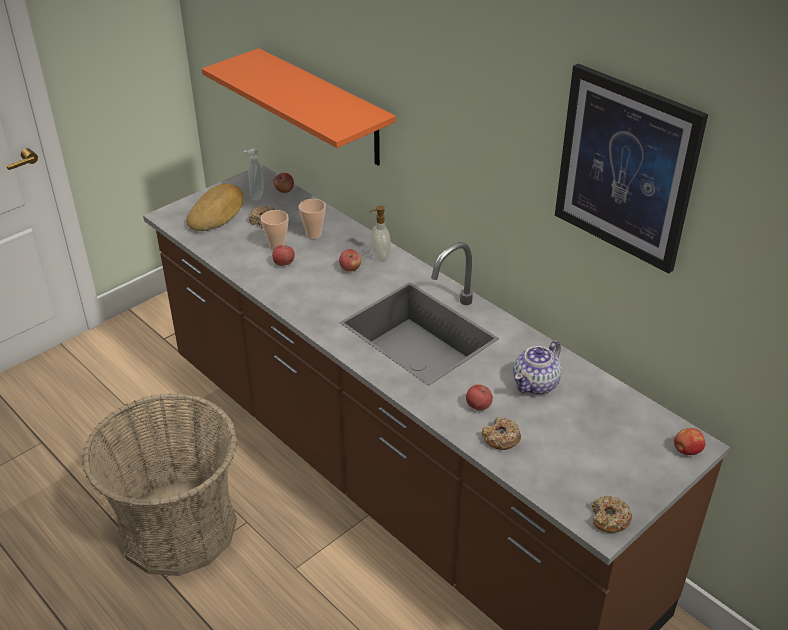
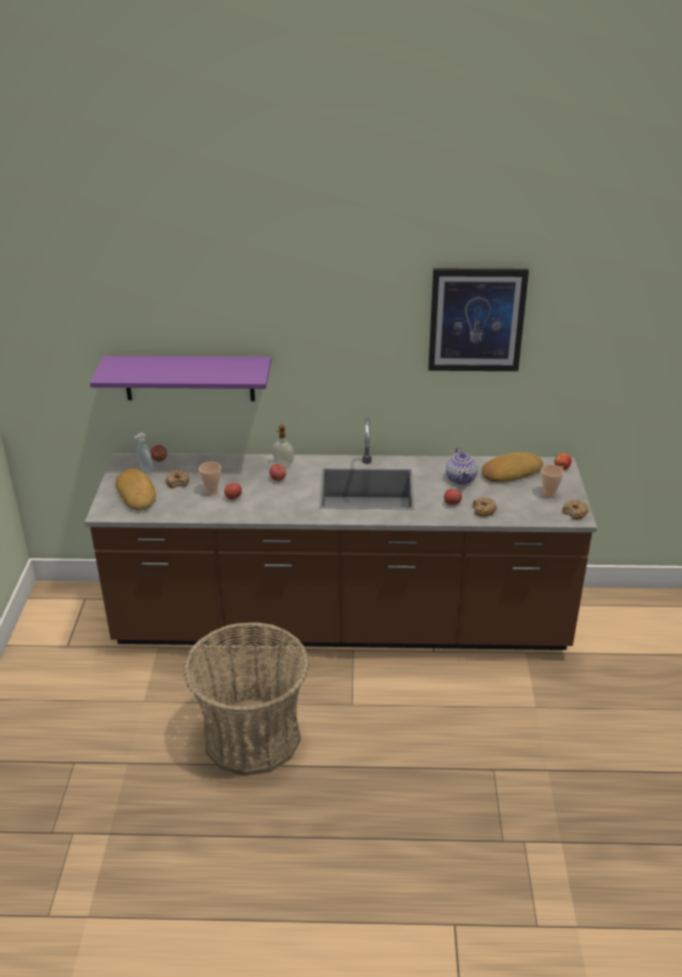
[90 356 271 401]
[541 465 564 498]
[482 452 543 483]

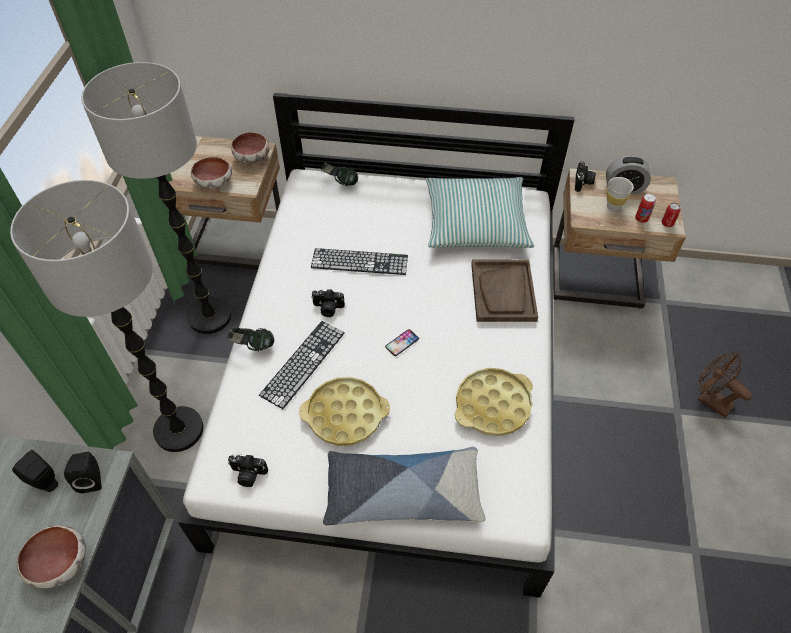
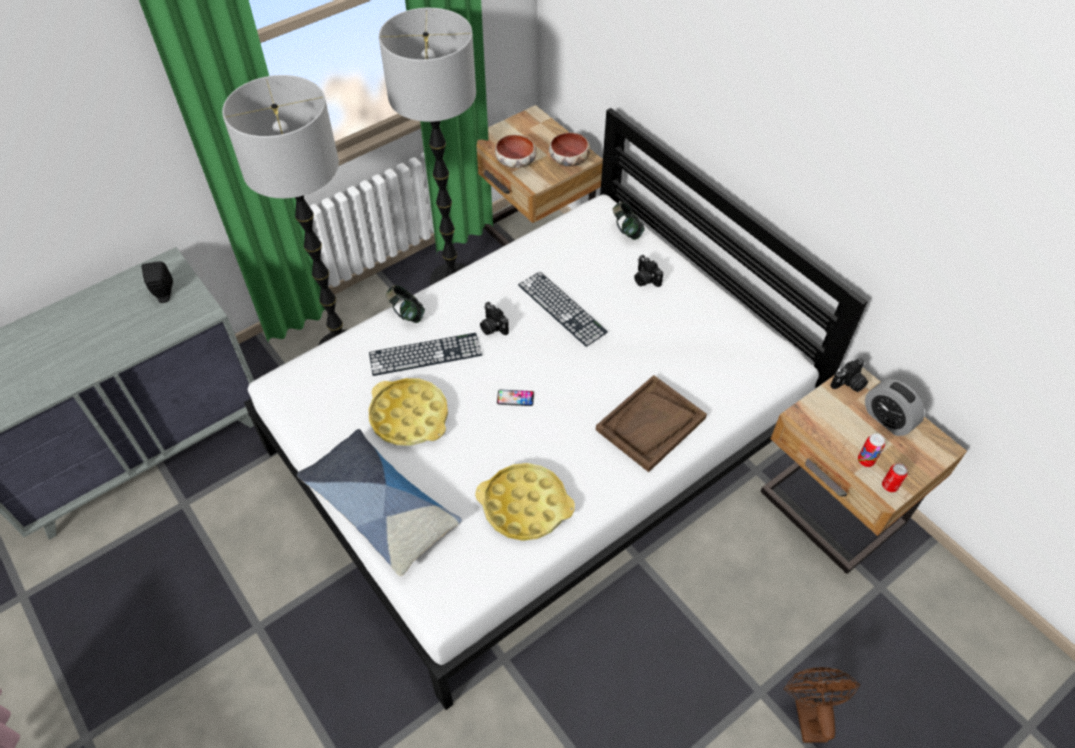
[17 525 86 589] (first image)
[64 452 102 493] (first image)
[634 255 663 287]
[426 177 535 248] (first image)
[607 177 634 212] (first image)

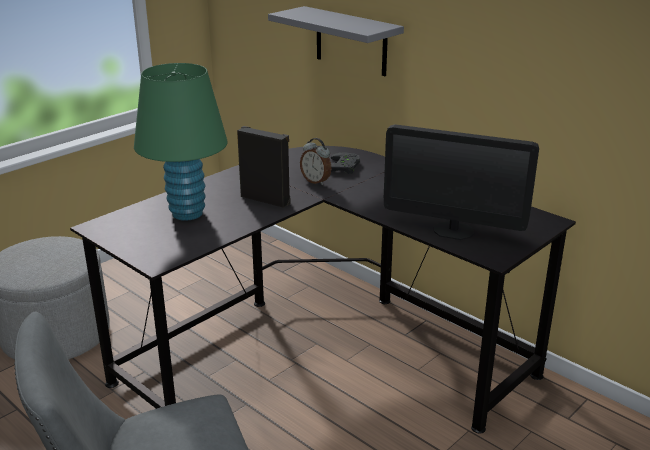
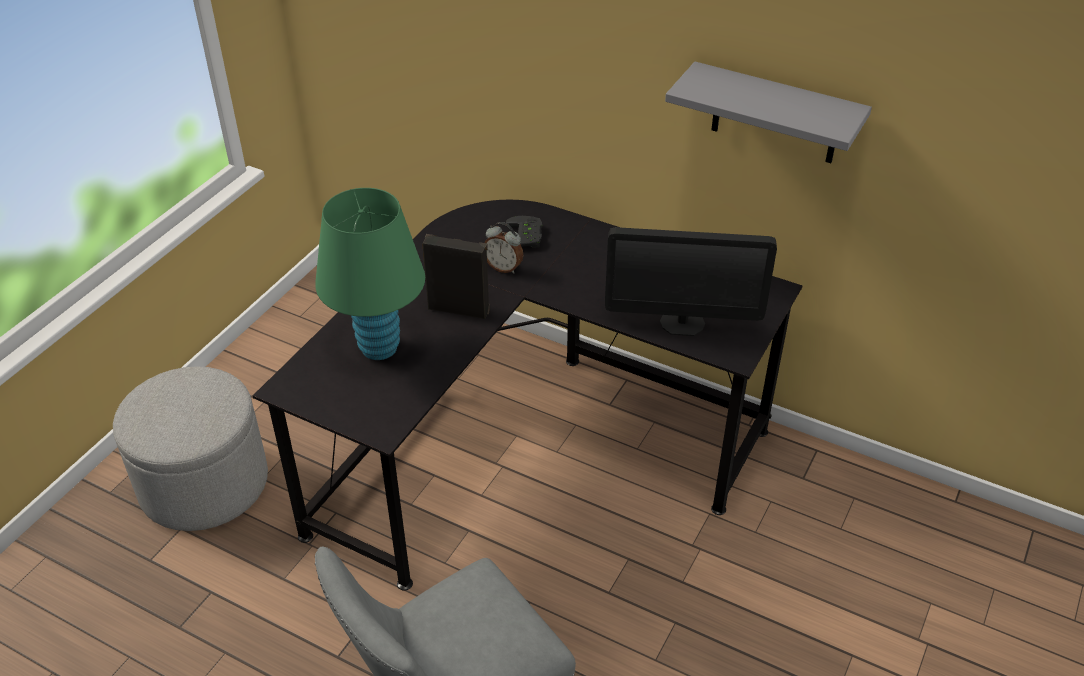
[665 62 872 163]

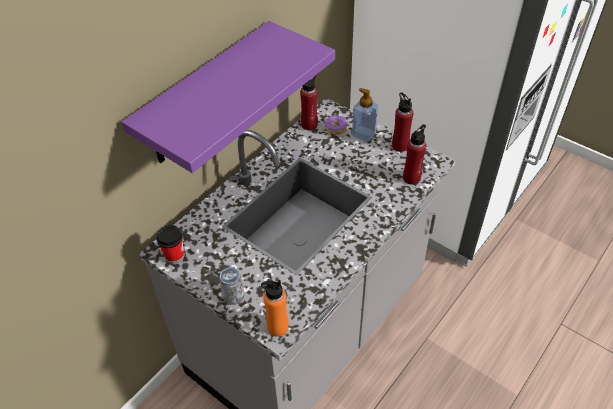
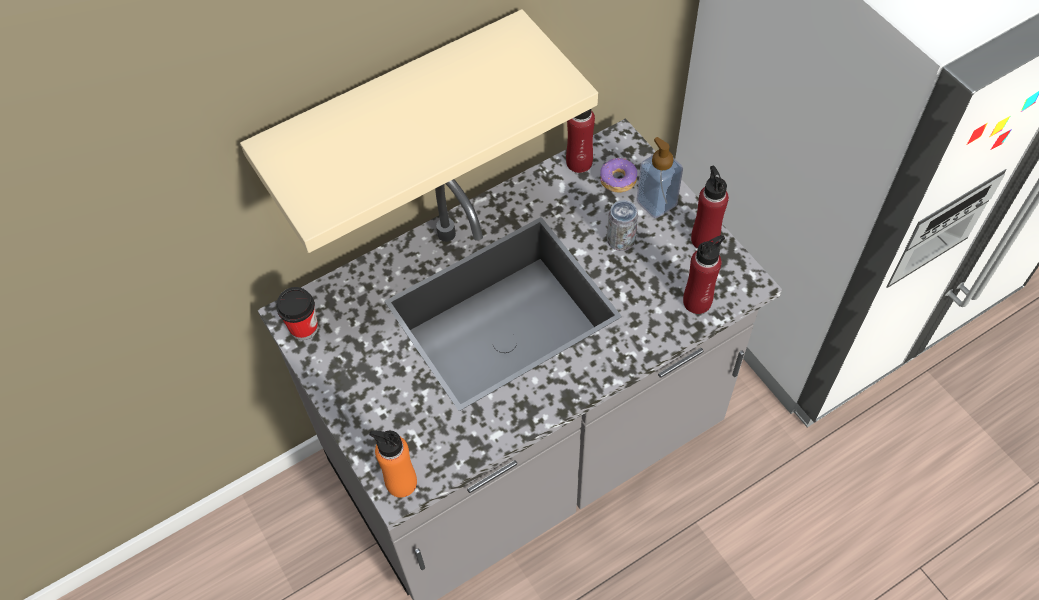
[240 9 598 253]
[607 200 638 251]

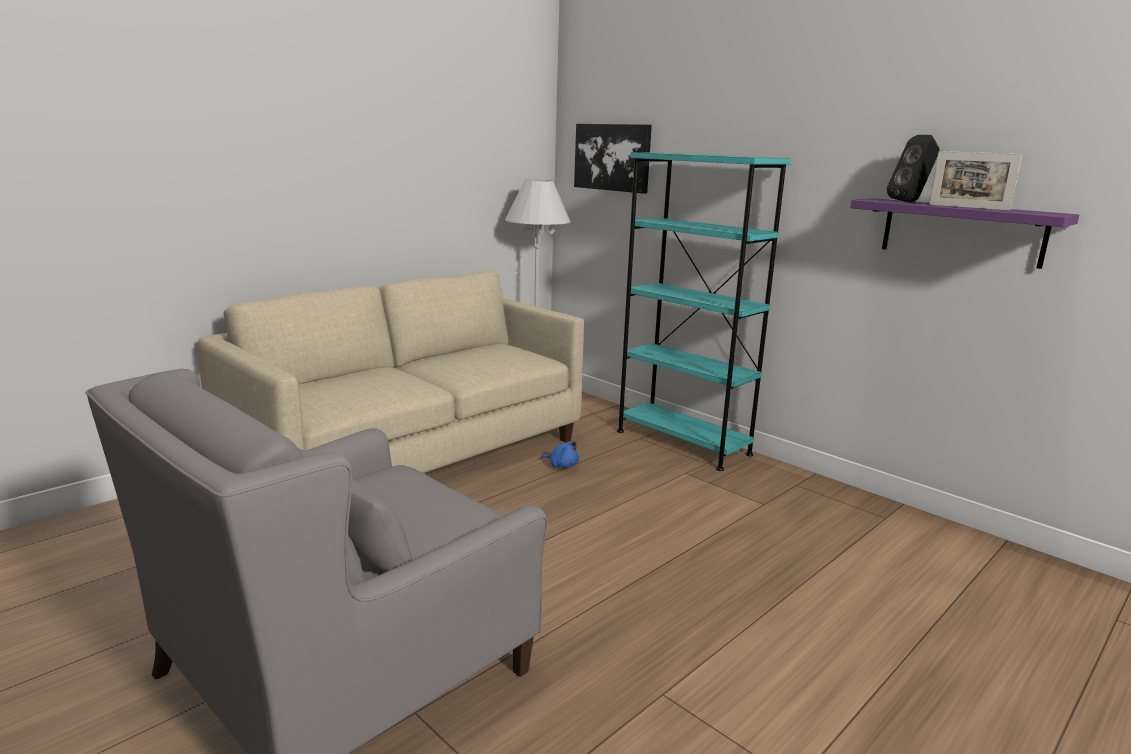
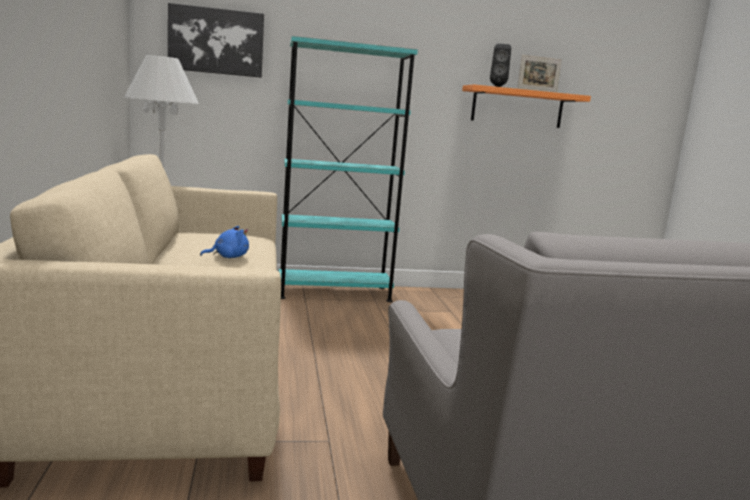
[200 226 249 258]
[462 84 591 128]

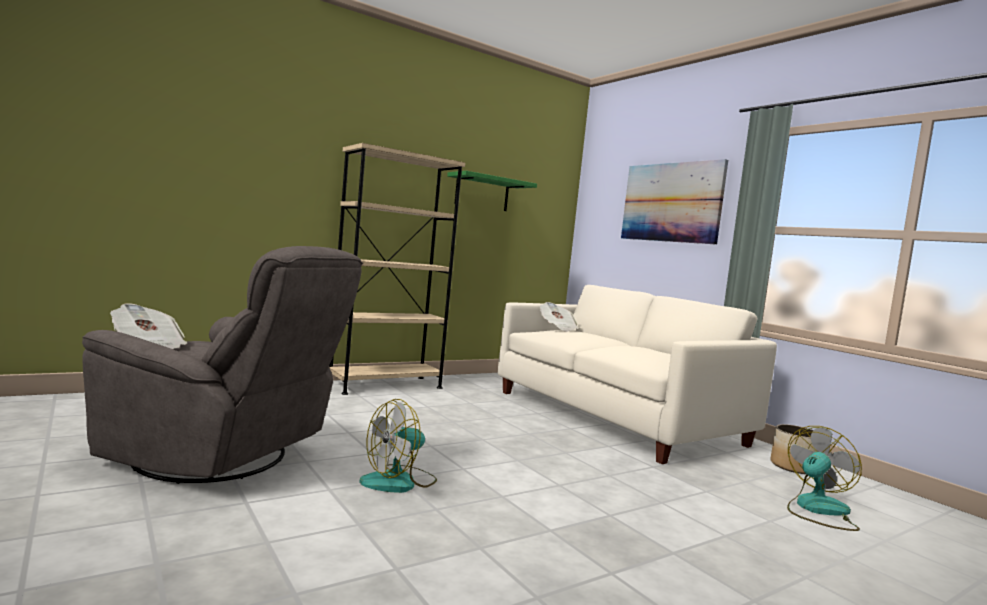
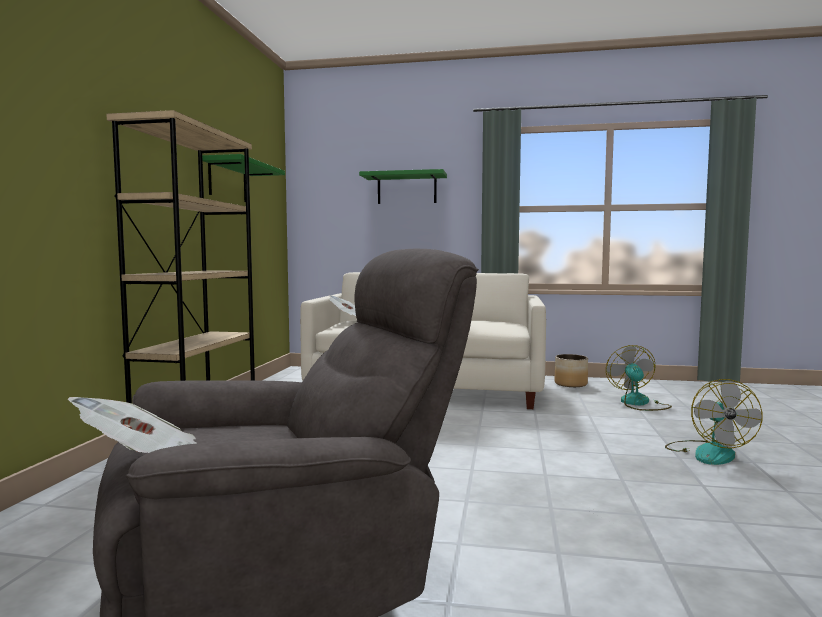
[665 379 763 465]
[359 169 447 204]

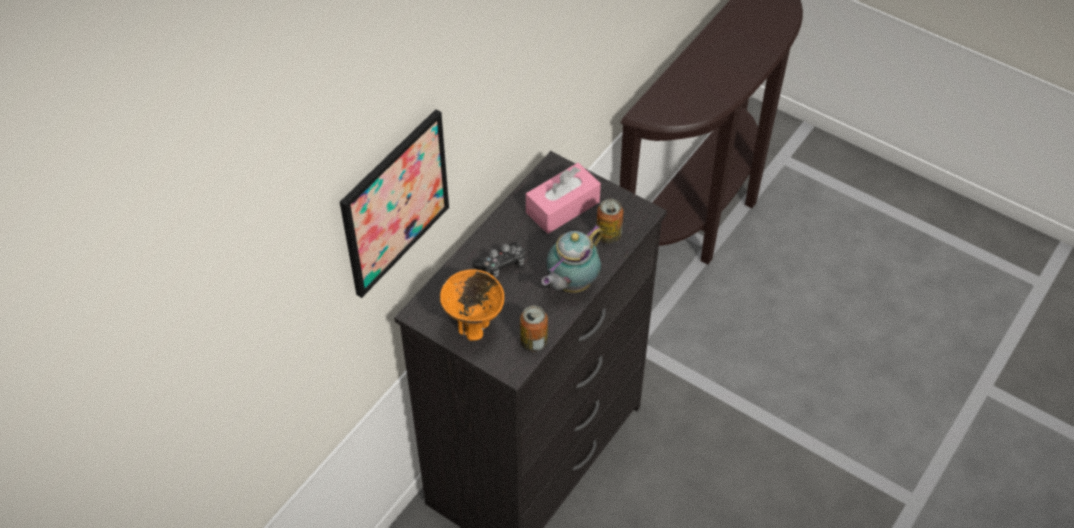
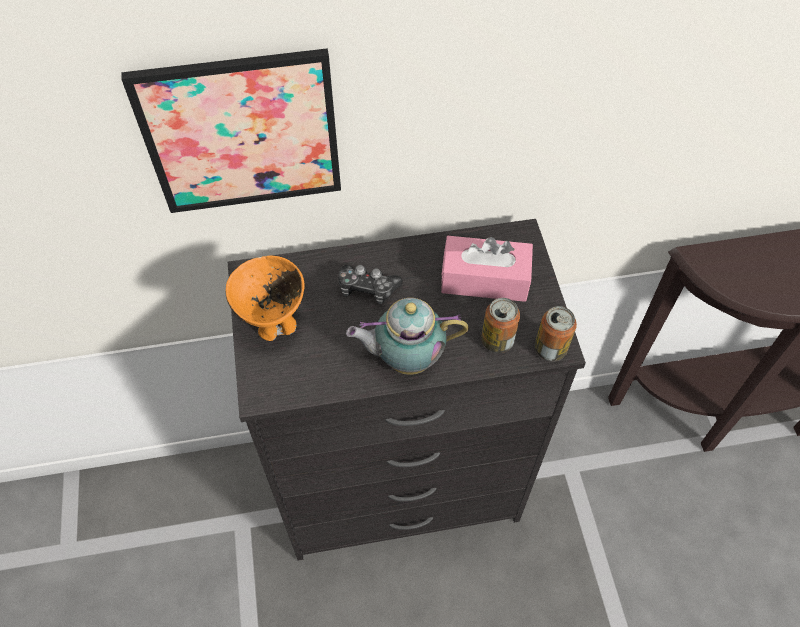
[535 306 577 361]

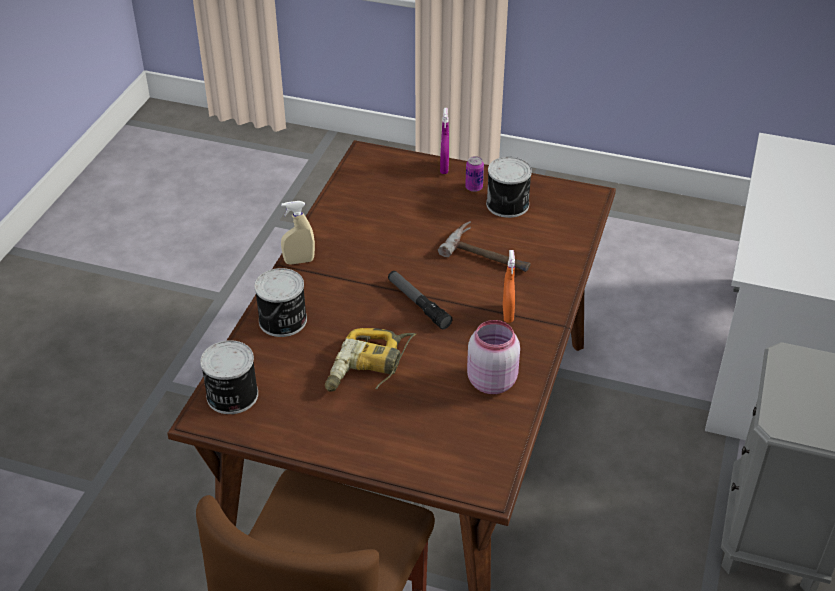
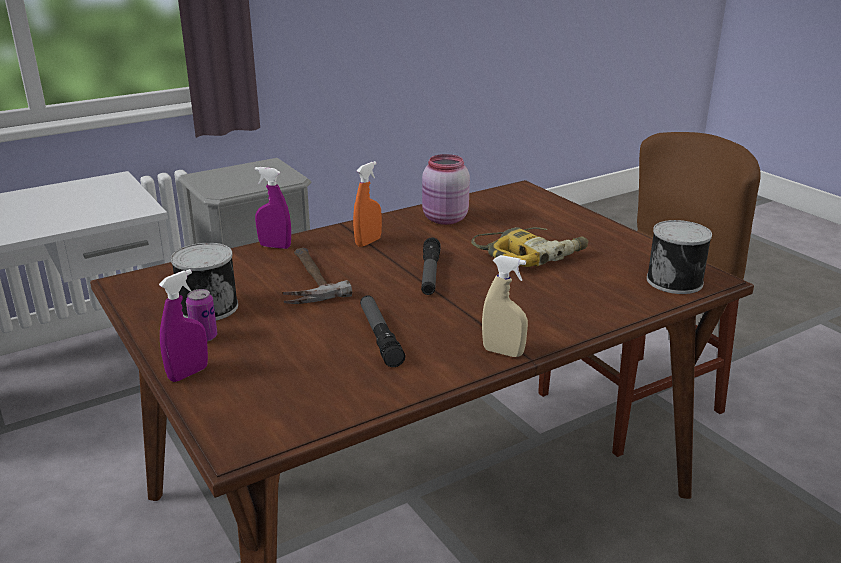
[254 268 307 337] (first image)
[255 167 291 249]
[360 295 405 367]

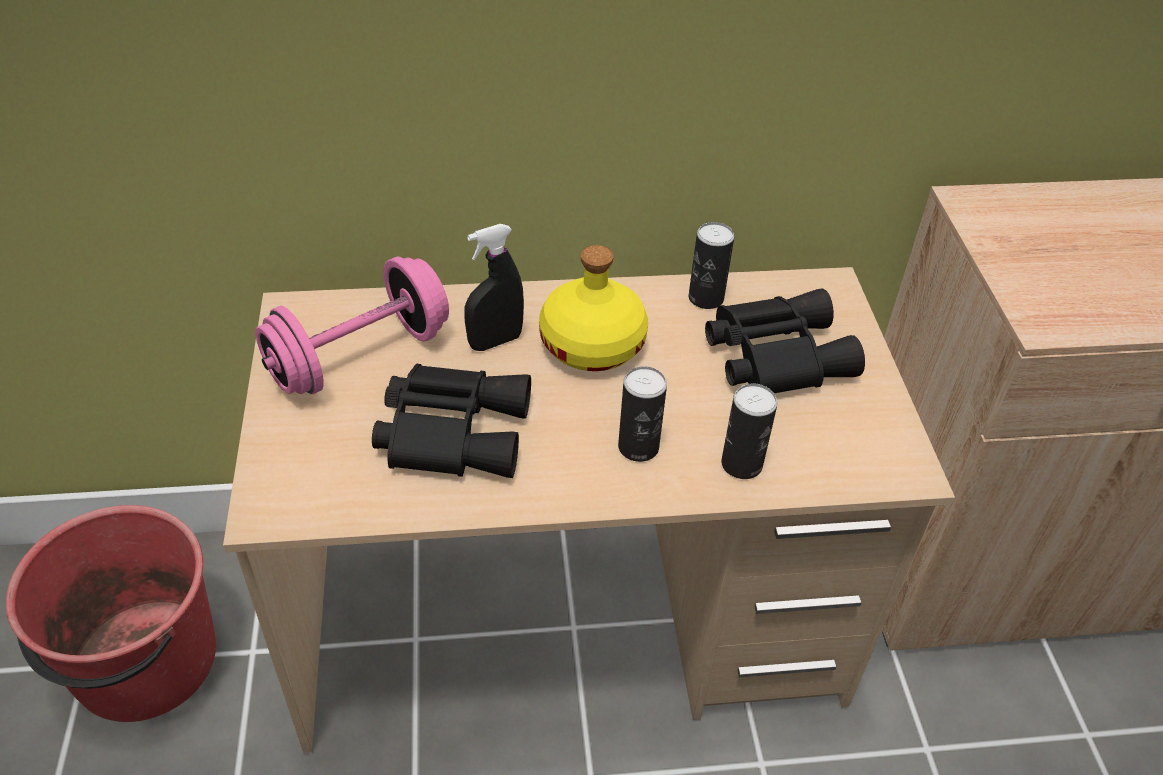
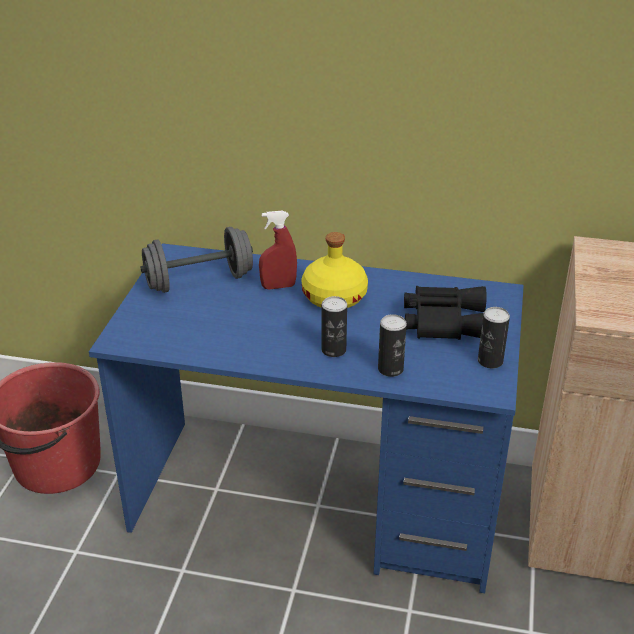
[89 243 524 593]
[140 227 253 293]
[372 364 531 478] (first image)
[259 210 297 289]
[478 307 510 368]

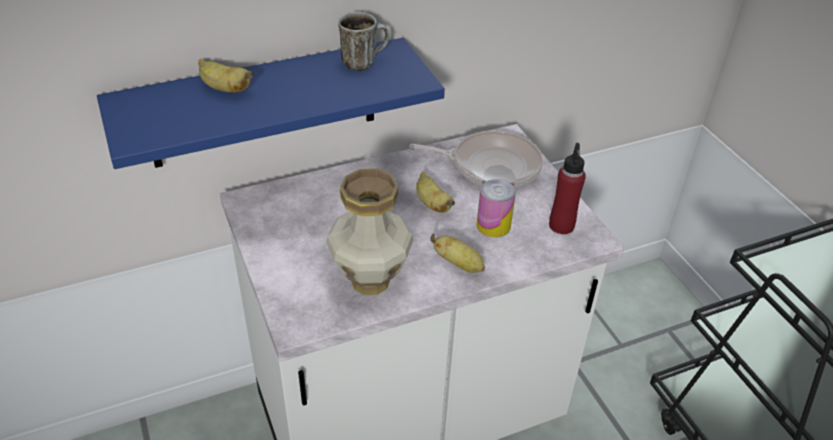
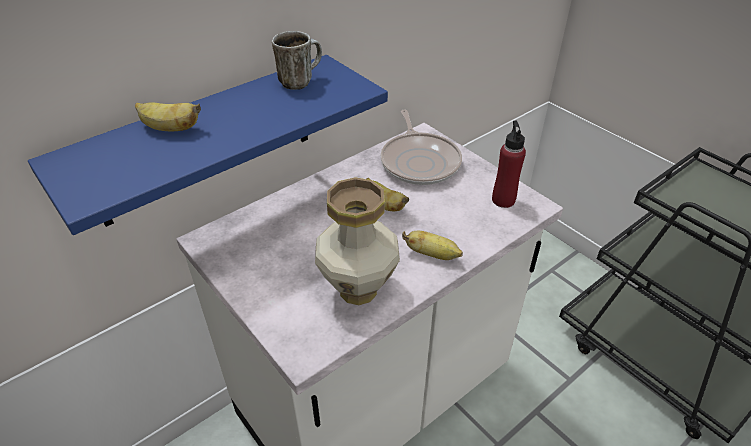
[380 110 462 185]
[477 179 516 237] (first image)

